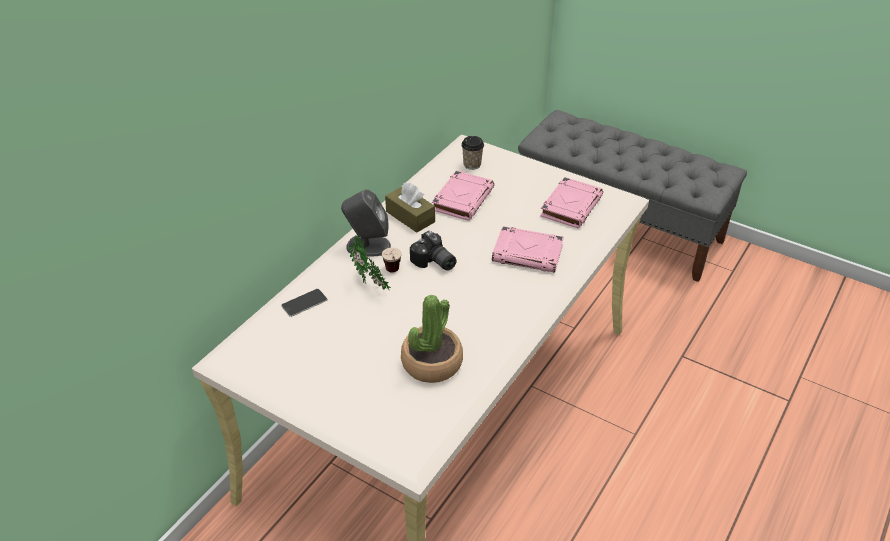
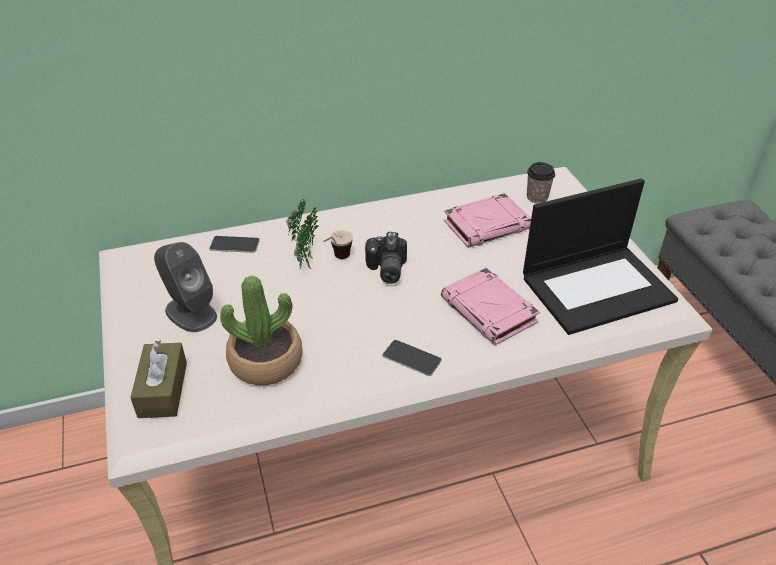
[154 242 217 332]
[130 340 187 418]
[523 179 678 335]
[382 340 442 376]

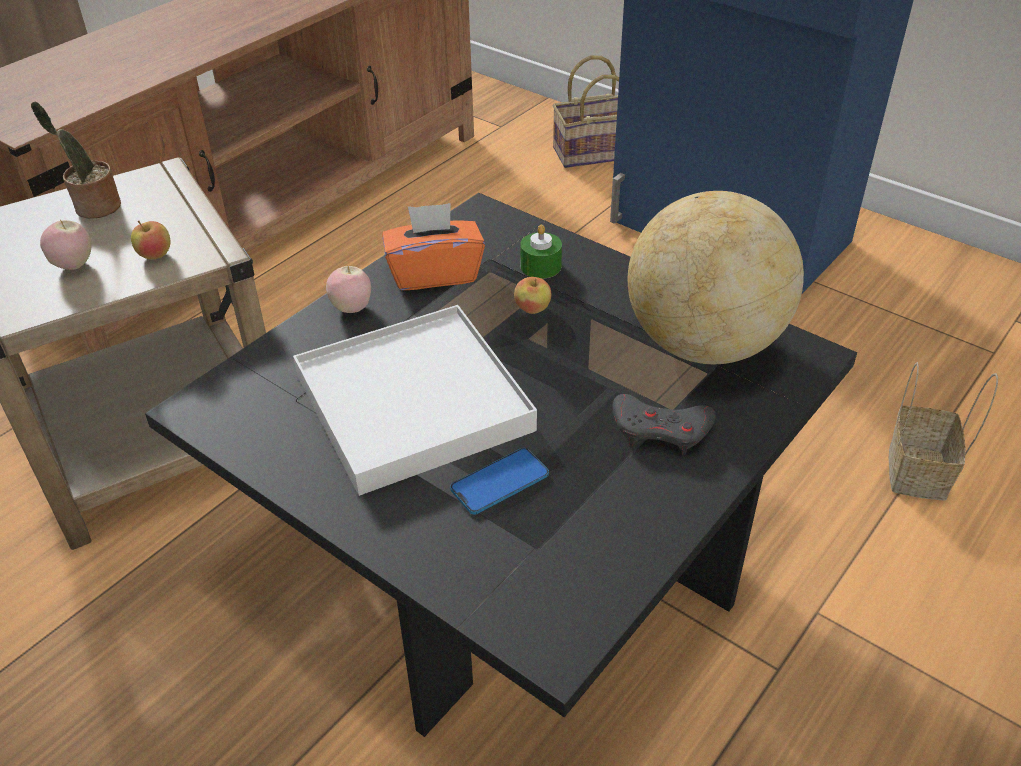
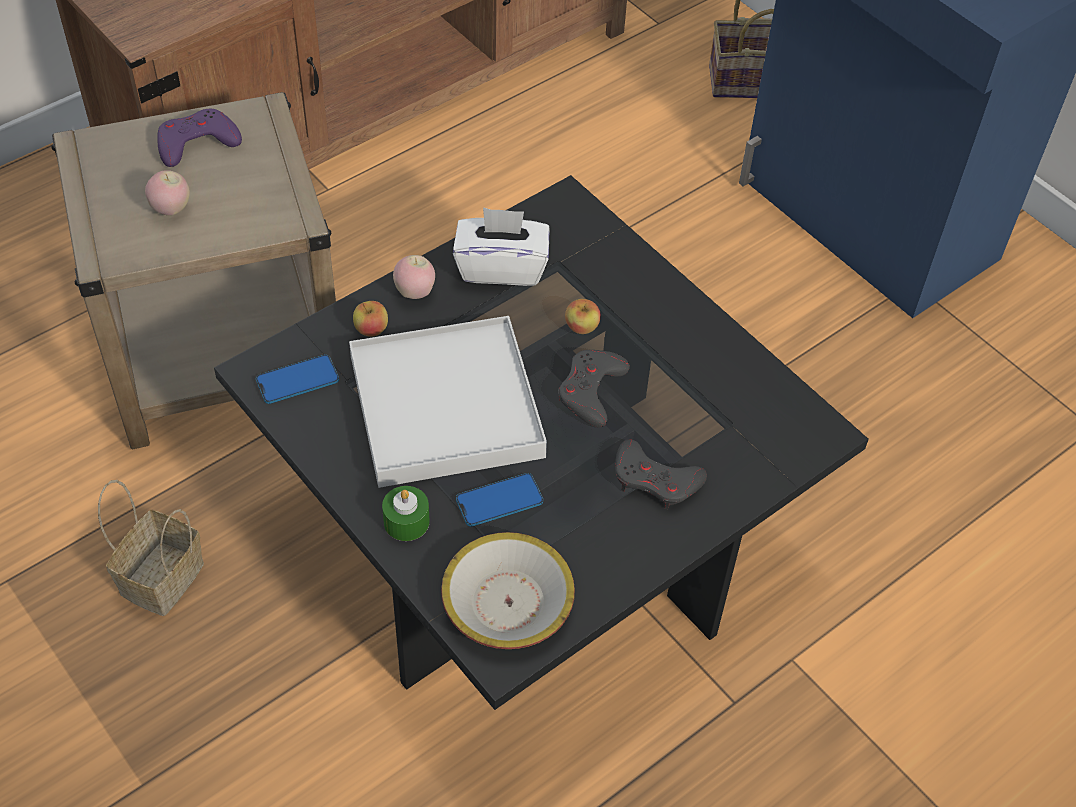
[157 109 242 167]
[353 301 388 337]
[453 207 550 286]
[382 486 430 541]
[628 191 804 364] (first image)
[98 480 204 616]
[256 355 339 404]
[441 532 575 649]
[558 350 630 428]

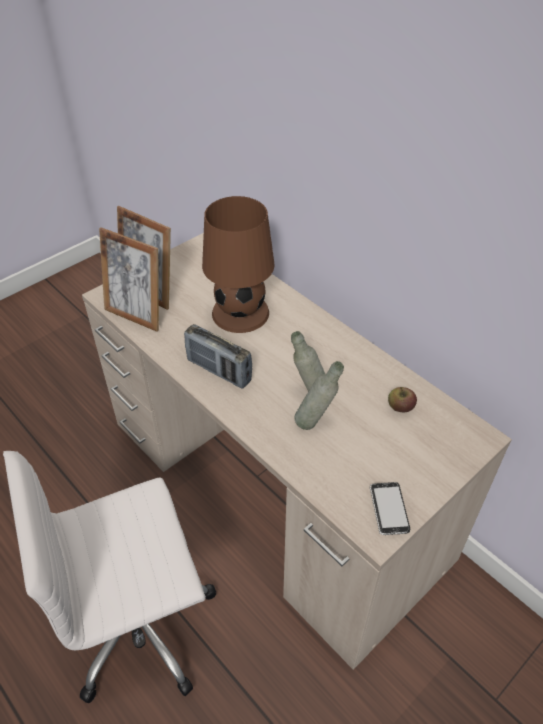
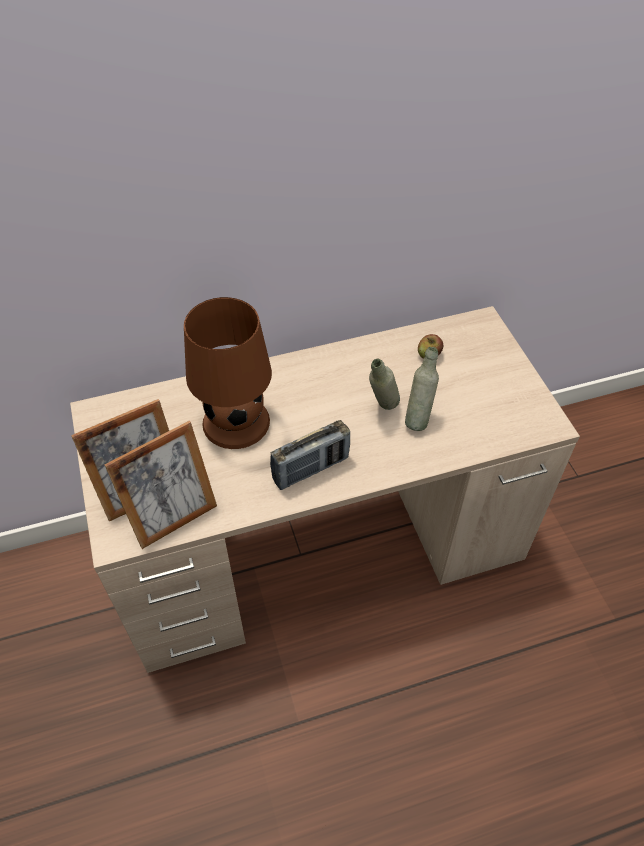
[3 451 216 703] (first image)
[370 482 410 535] (first image)

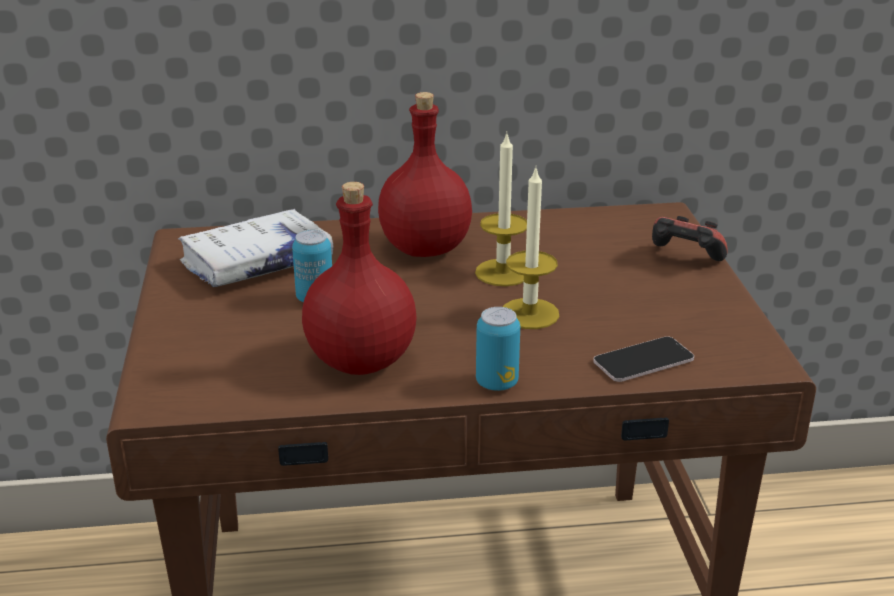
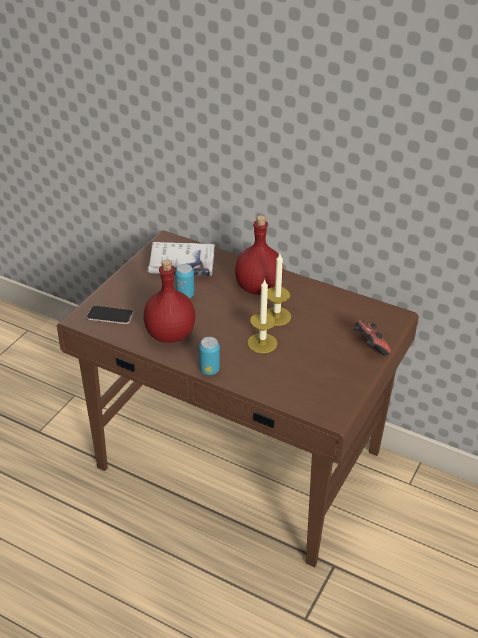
[87 305 133 324]

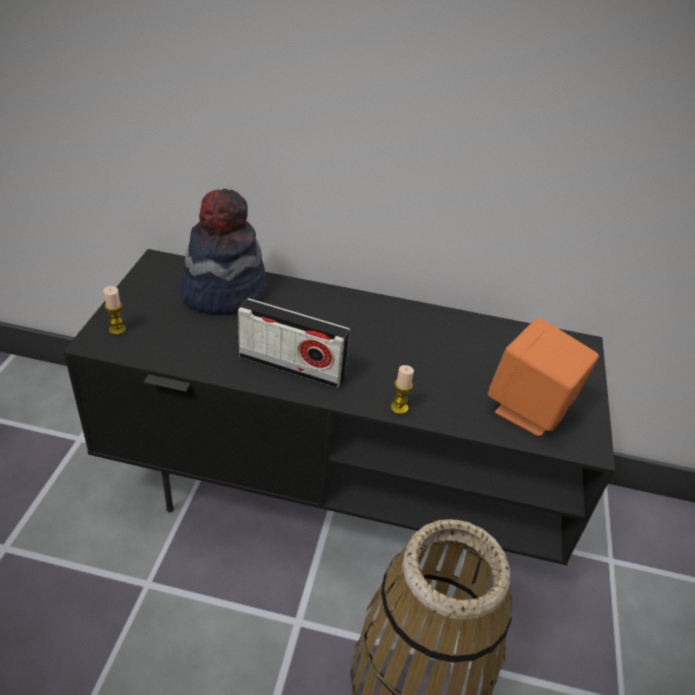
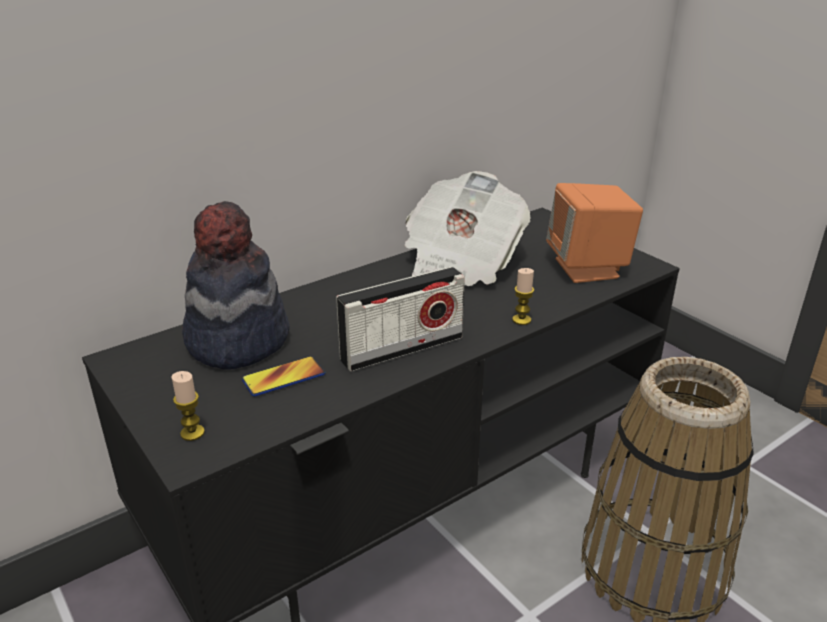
[242 356 326 396]
[405 171 531 286]

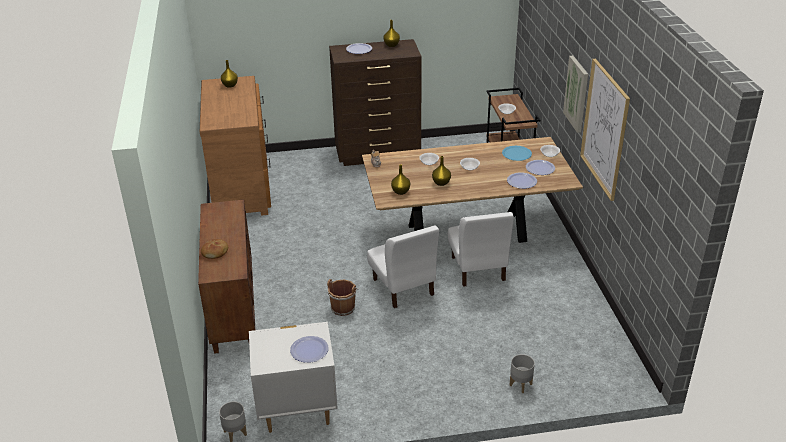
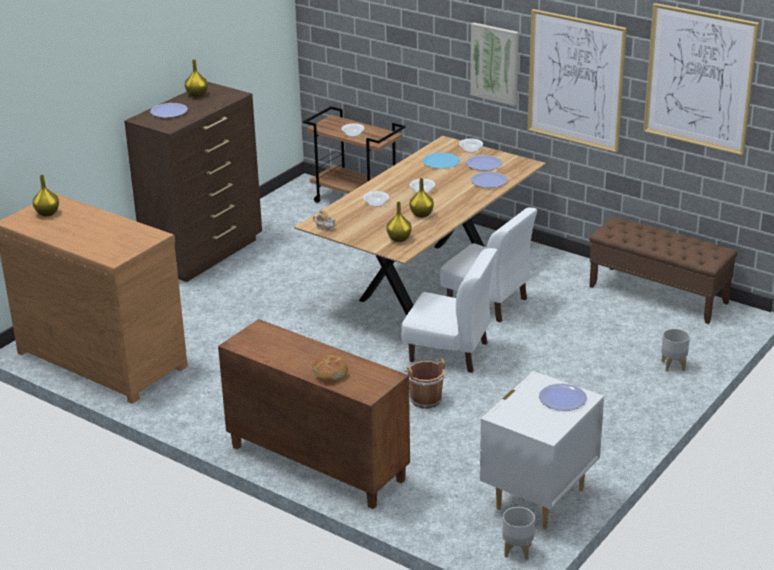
[589 217 738 324]
[643 3 759 155]

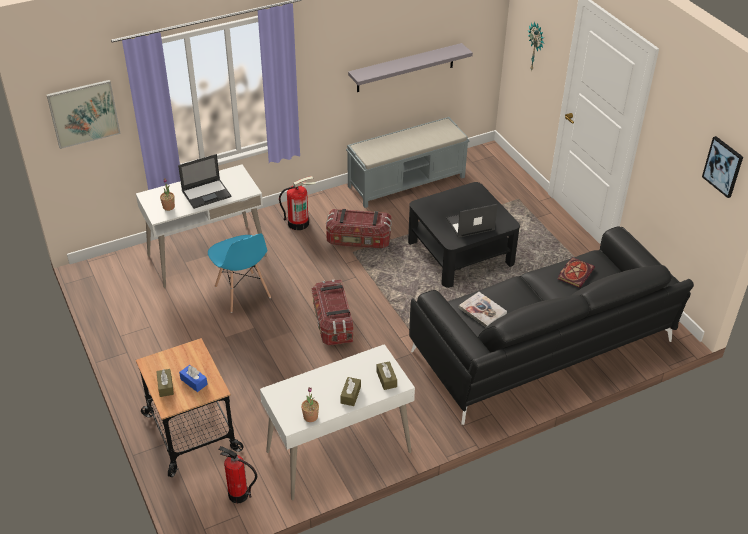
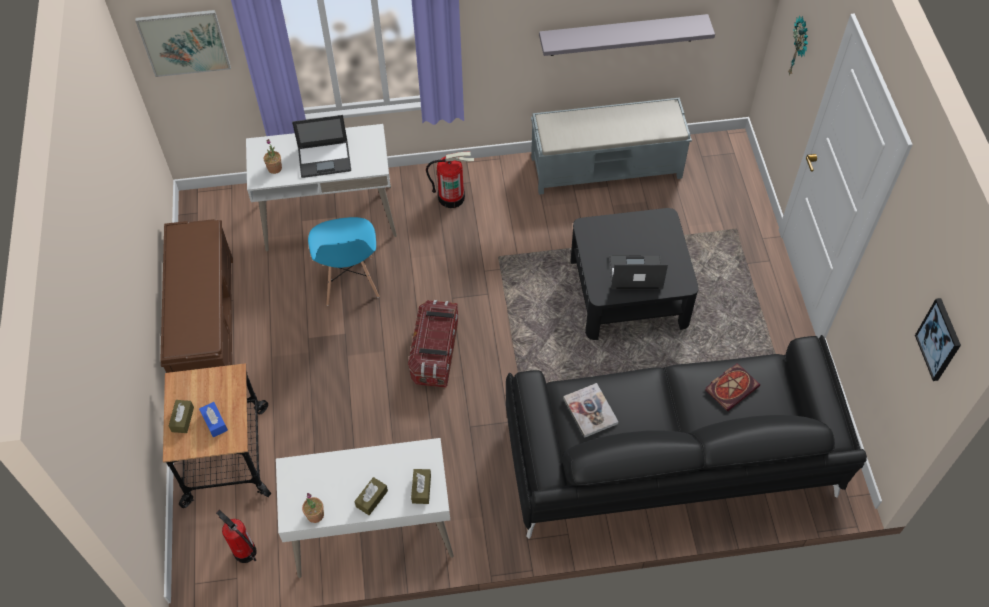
[326 209 392 248] (first image)
[160 219 233 373]

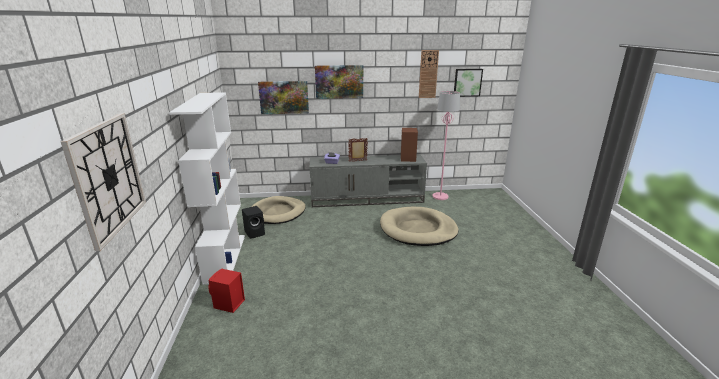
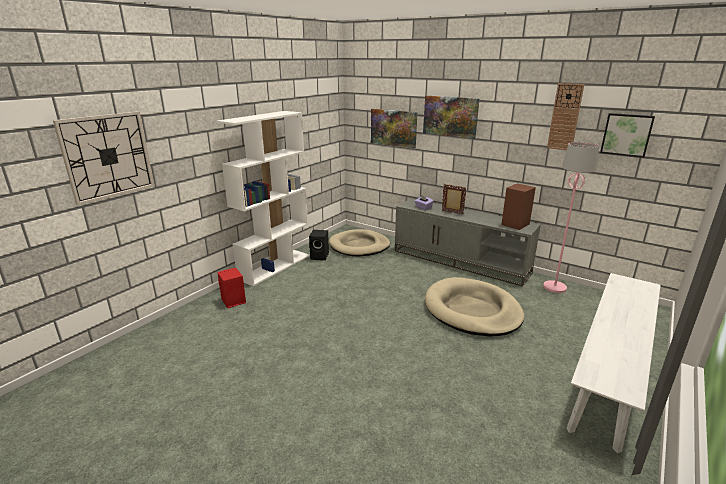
[566 273 661 453]

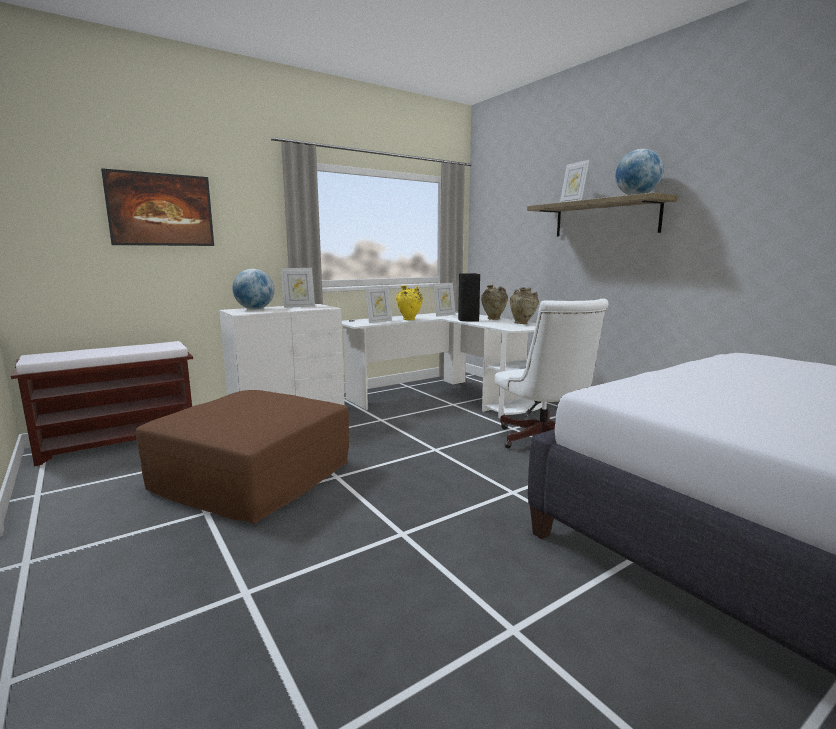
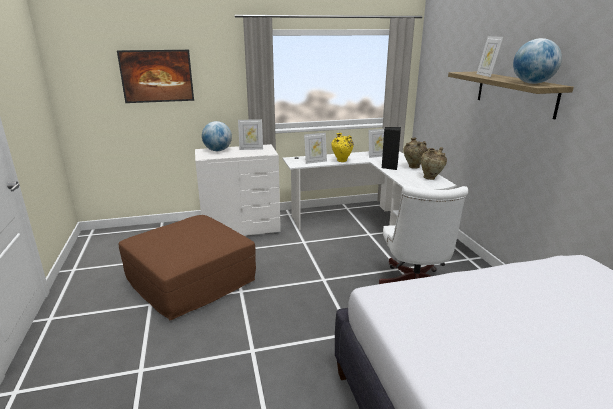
[11 341 193 466] (first image)

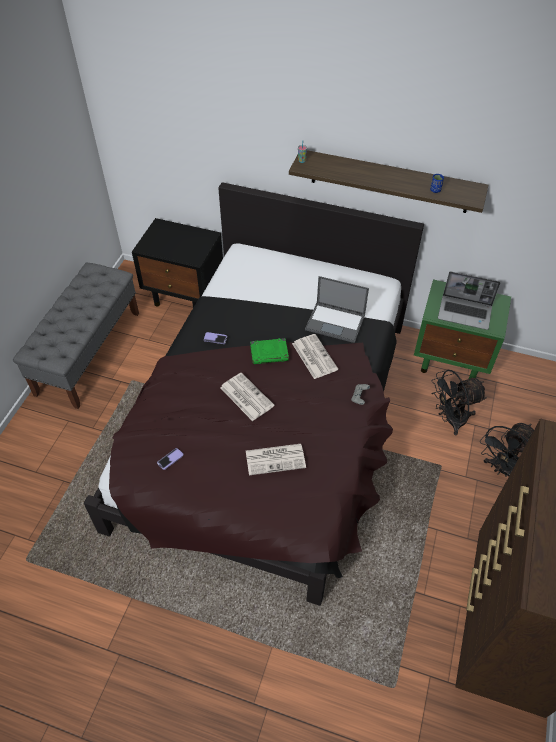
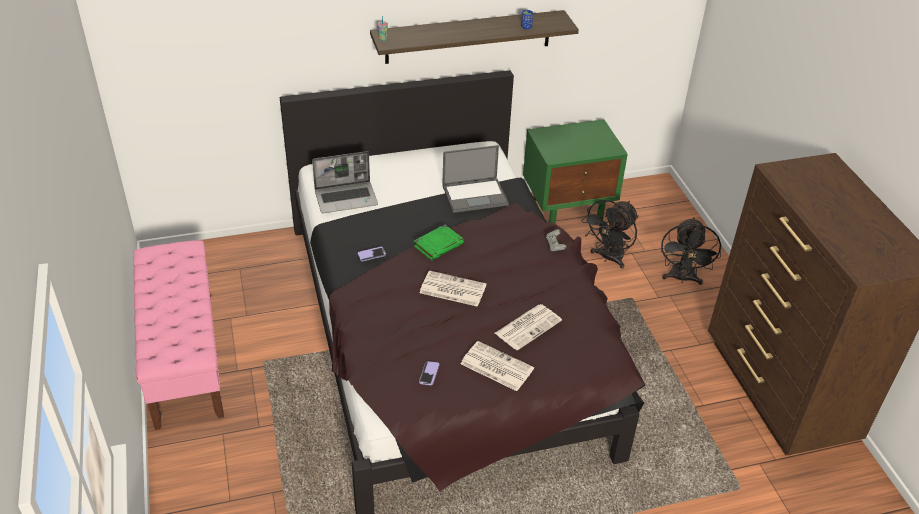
[133 240 224 430]
[132 218 223 307] (first image)
[460 341 534 391]
[312 151 378 213]

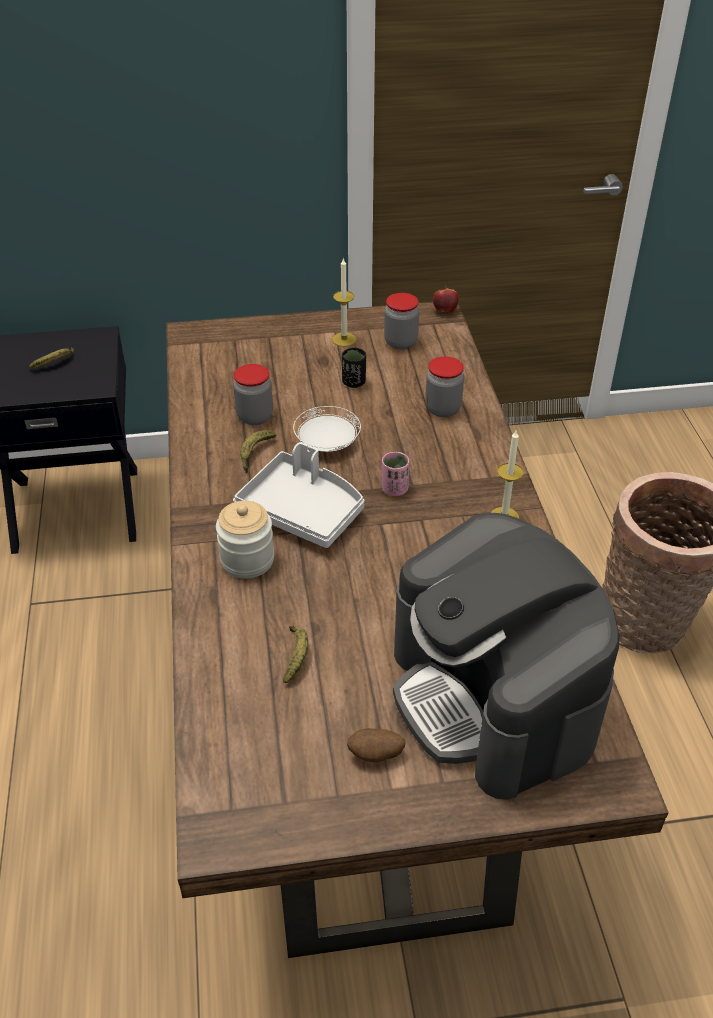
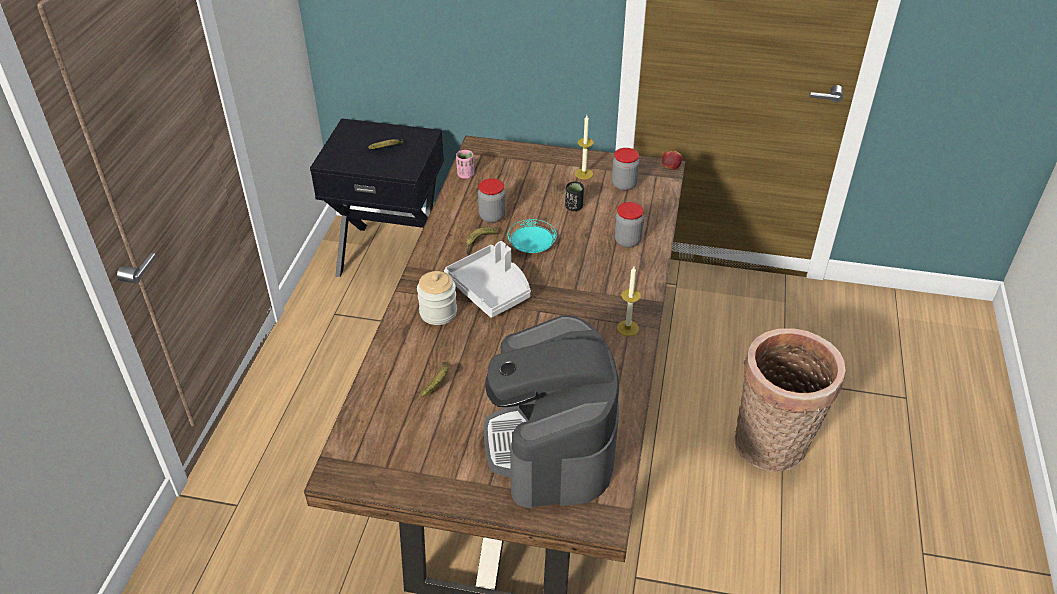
[507 219 557 253]
[347 728 405 762] (first image)
[456 150 474 179]

